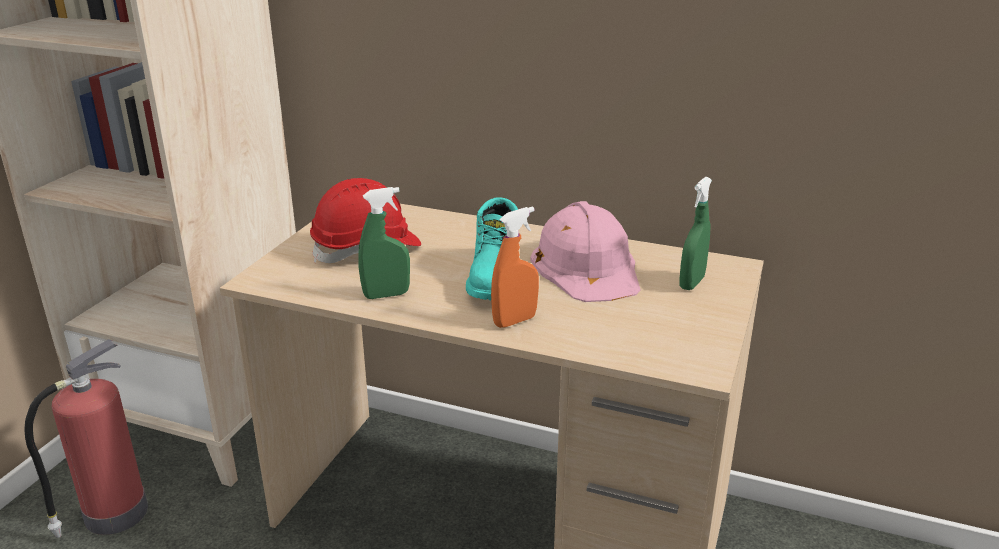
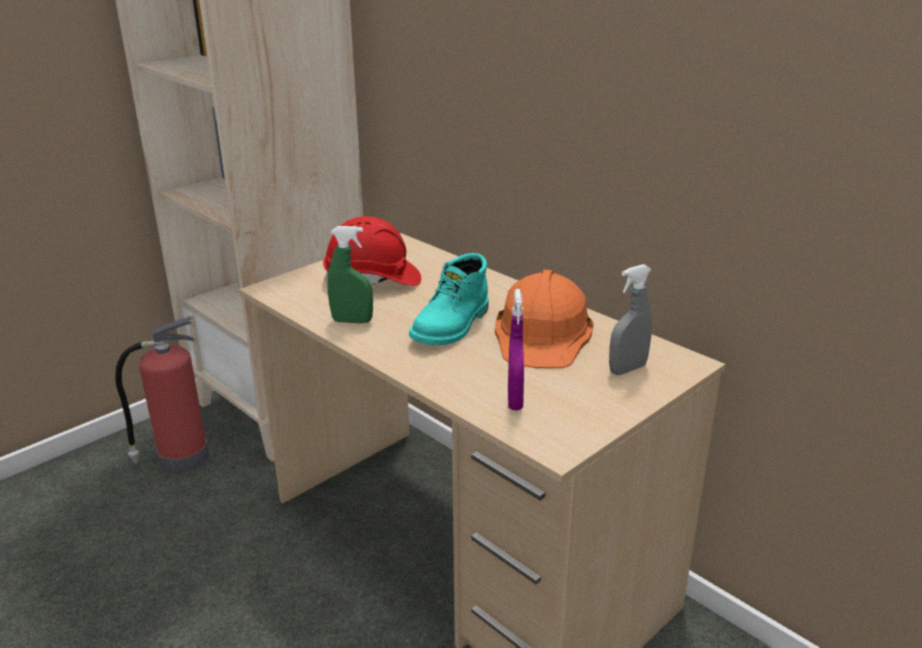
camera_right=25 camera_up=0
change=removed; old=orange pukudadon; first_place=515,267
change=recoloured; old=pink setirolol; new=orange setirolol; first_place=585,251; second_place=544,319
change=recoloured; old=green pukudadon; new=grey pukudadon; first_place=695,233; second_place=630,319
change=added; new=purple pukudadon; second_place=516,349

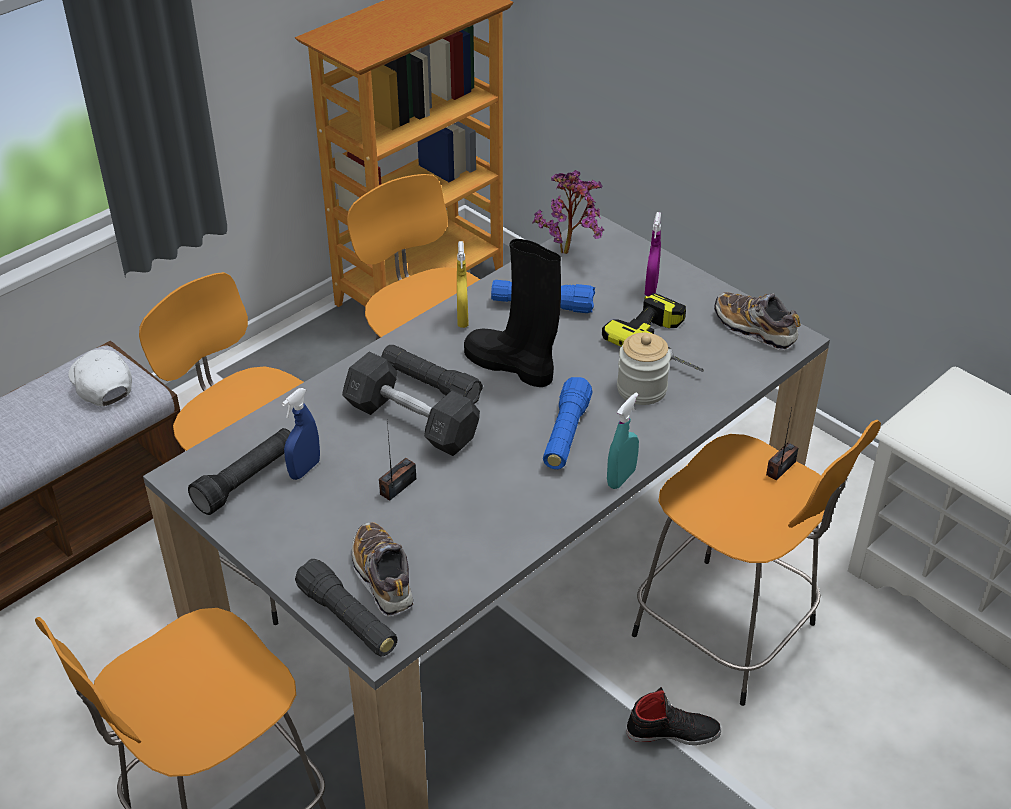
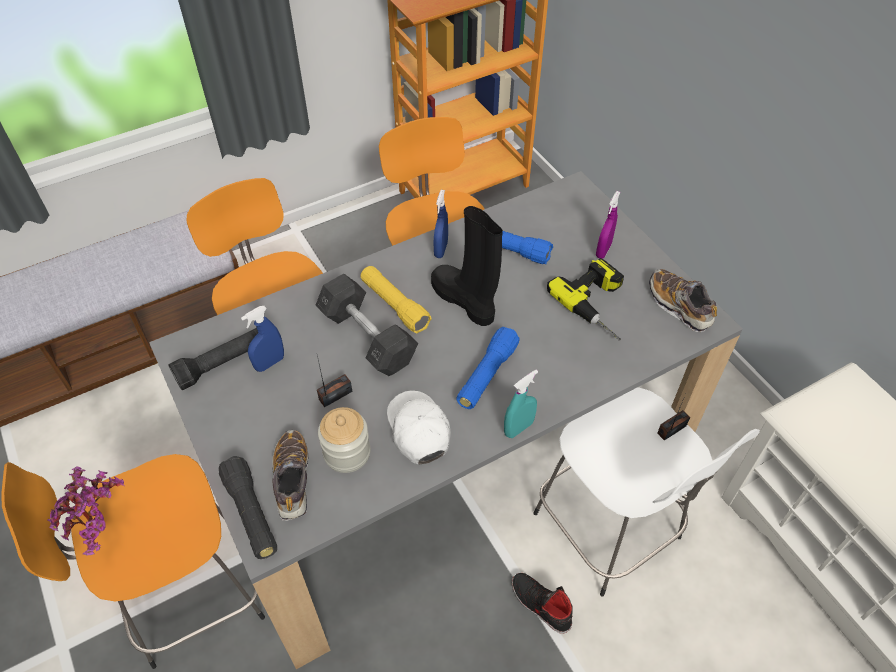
camera_right=15 camera_up=10
change=moved; old=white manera; first_place=100,377; second_place=419,427
change=recoloured; old=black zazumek; new=yellow zazumek; first_place=432,374; second_place=396,299
change=recoloured; old=yellow pukudadon; new=blue pukudadon; first_place=463,284; second_place=441,224
change=moved; old=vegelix; first_place=568,212; second_place=86,510
change=moved; old=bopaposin; first_place=644,369; second_place=344,440
change=turned; old=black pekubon; first_place=673,716; second_place=542,603; degrees=-150
change=recoloured; old=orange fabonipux; new=white fabonipux; first_place=756,563; second_place=646,492

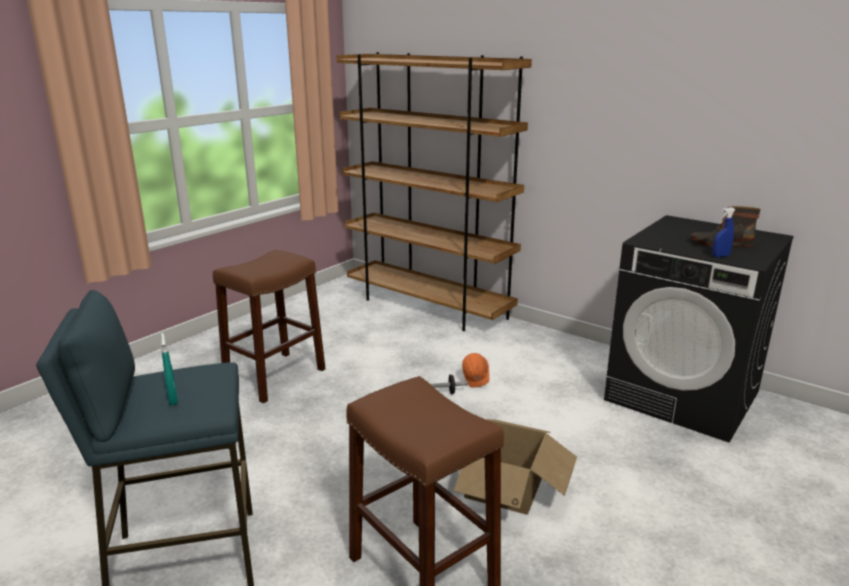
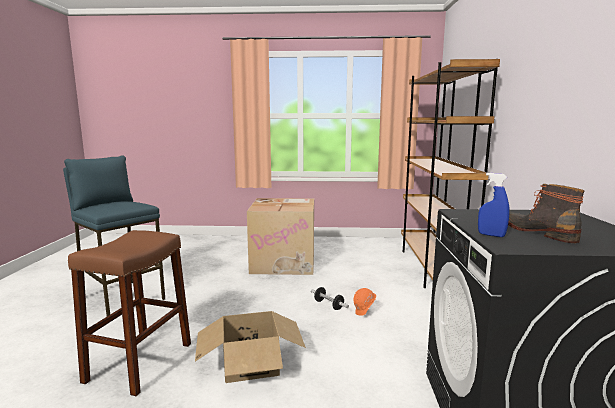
camera_right=55 camera_up=-10
change=removed; old=turquoise pukudadon; first_place=169,369
change=replaced; old=brown fabonipux; new=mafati; first_place=269,326; second_place=280,236

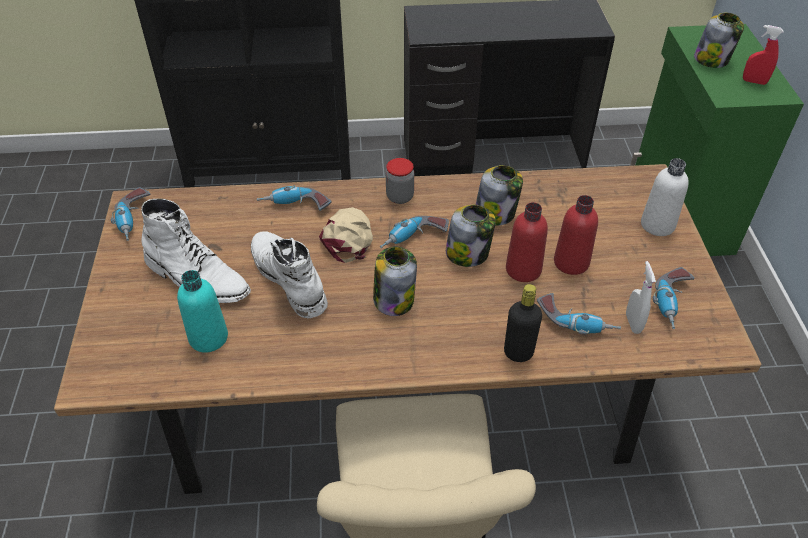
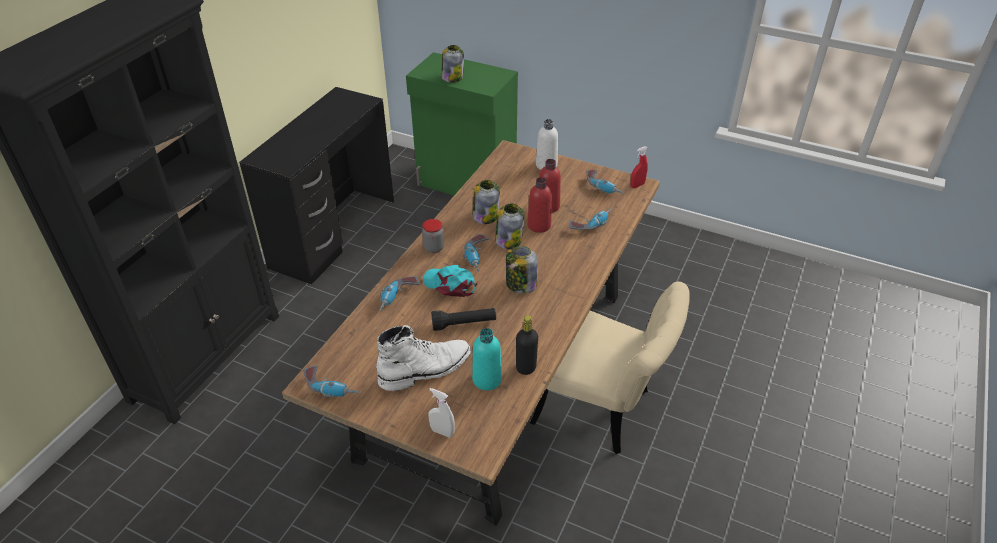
camera_right=-60 camera_up=-5
change=replaced; old=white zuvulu; new=black zazumek; first_place=289,274; second_place=463,319
change=recoloured; old=beige manera; new=turquoise manera; first_place=346,235; second_place=450,281
change=moved; old=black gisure; first_place=523,323; second_place=527,345
change=moved; old=white pukudadon; first_place=641,297; second_place=442,412
change=moved; old=red pukudadon; first_place=763,55; second_place=639,167

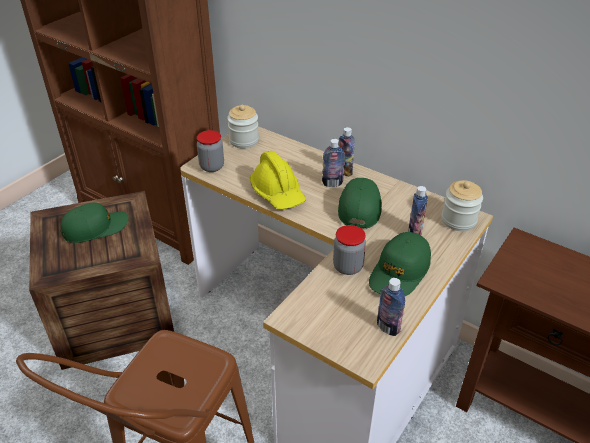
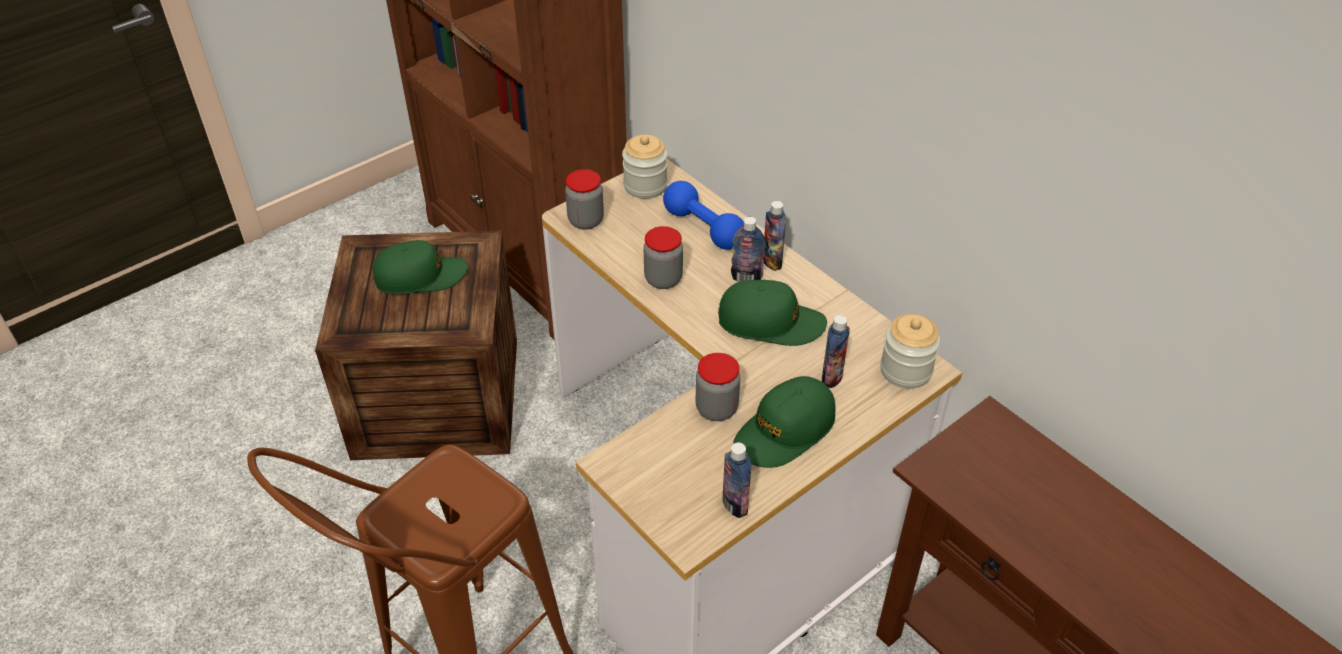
camera_right=15 camera_up=5
change=replaced; old=yellow setirolol; new=bopaposin; first_place=278,180; second_place=663,257
change=turned; old=green manera; first_place=360,203; second_place=772,313; degrees=75
change=added; new=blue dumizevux; second_place=703,215

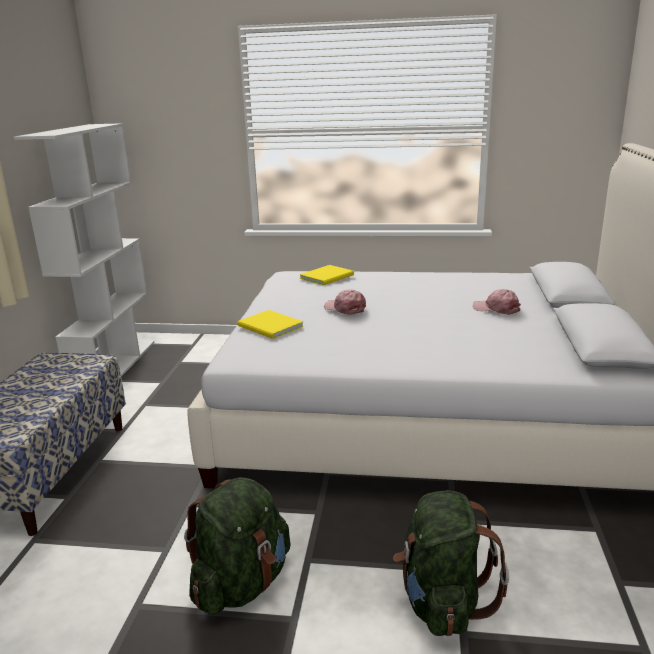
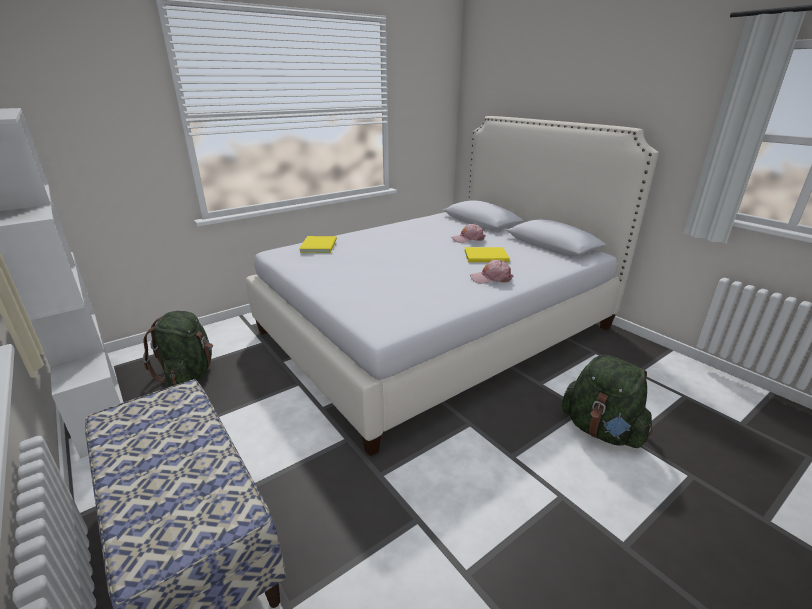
camera_right=-45 camera_up=5
change=moved; old=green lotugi; first_place=237,546; second_place=178,349
change=moved; old=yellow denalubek; first_place=270,324; second_place=487,254
change=moved; old=pink manera; first_place=345,302; second_place=491,272

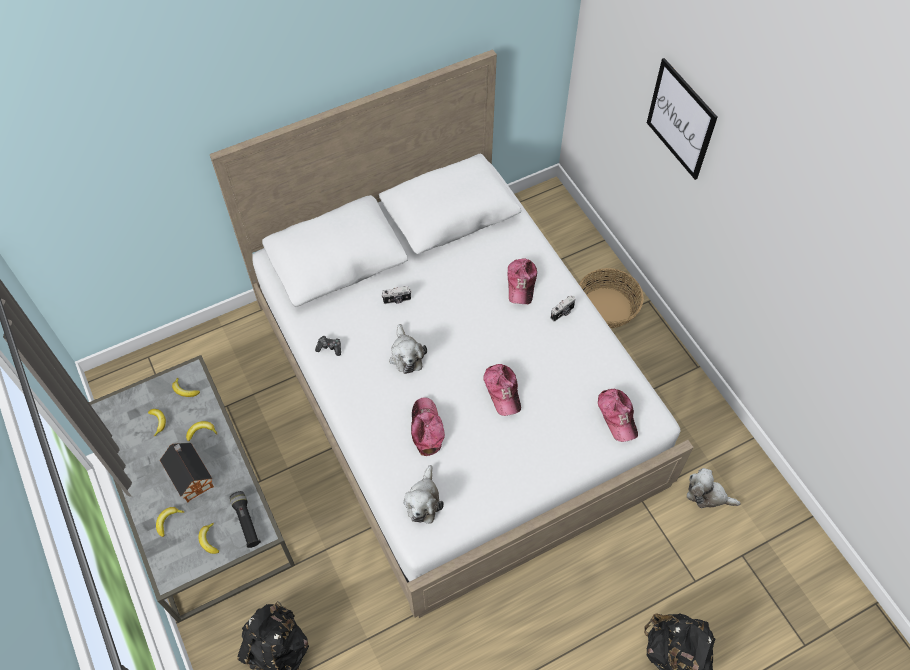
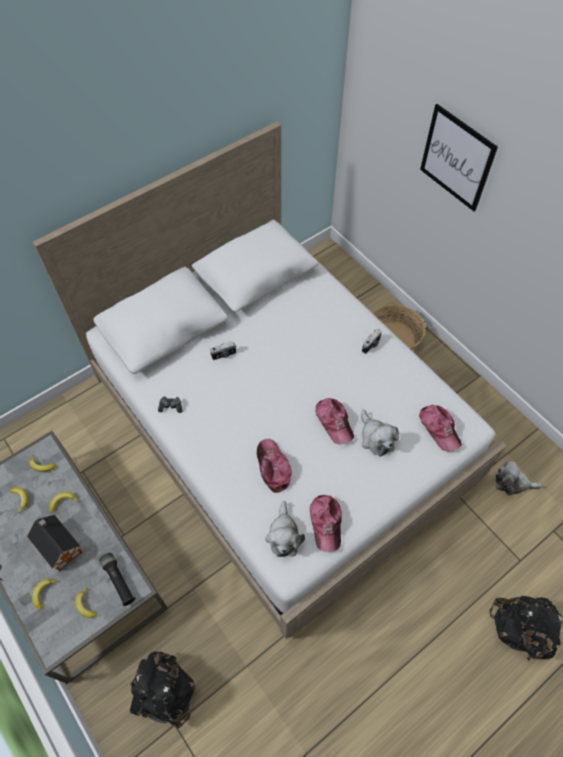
camera_right=-10 camera_up=0
change=moved; old=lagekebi; first_place=408,349; second_place=380,433
change=moved; old=manera; first_place=522,281; second_place=325,523

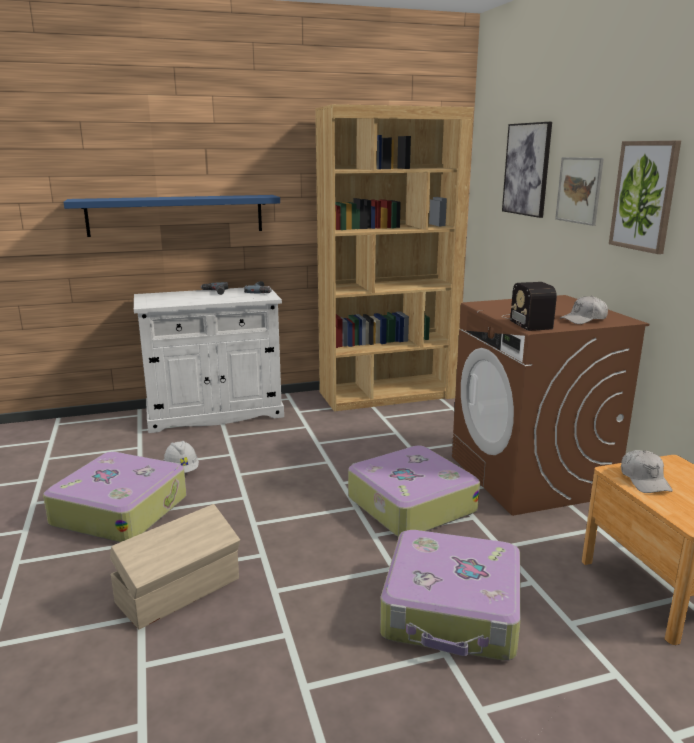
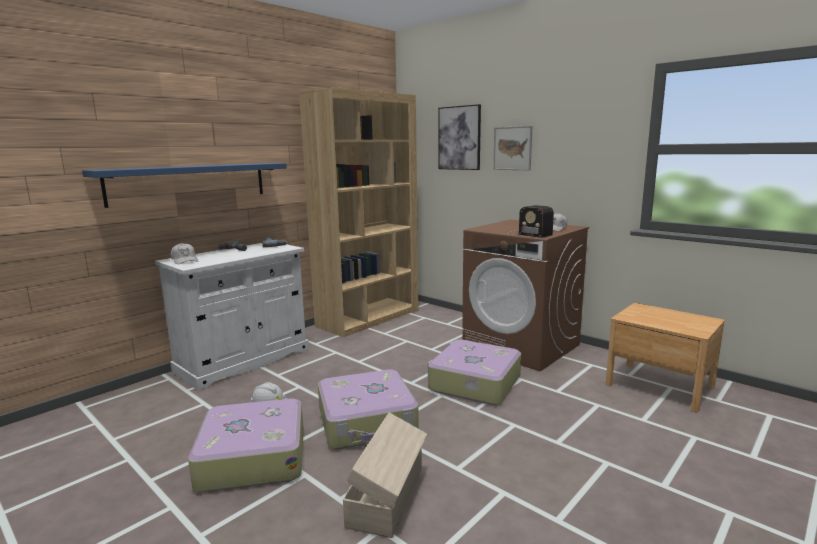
camera_right=-30 camera_up=-5
change=moved; old=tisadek; first_place=450,595; second_place=368,409
change=removed; old=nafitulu; first_place=645,197
change=moved; old=white manera; first_place=647,471; second_place=184,253

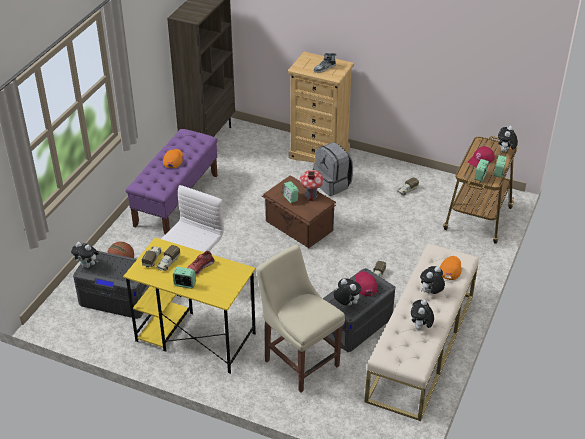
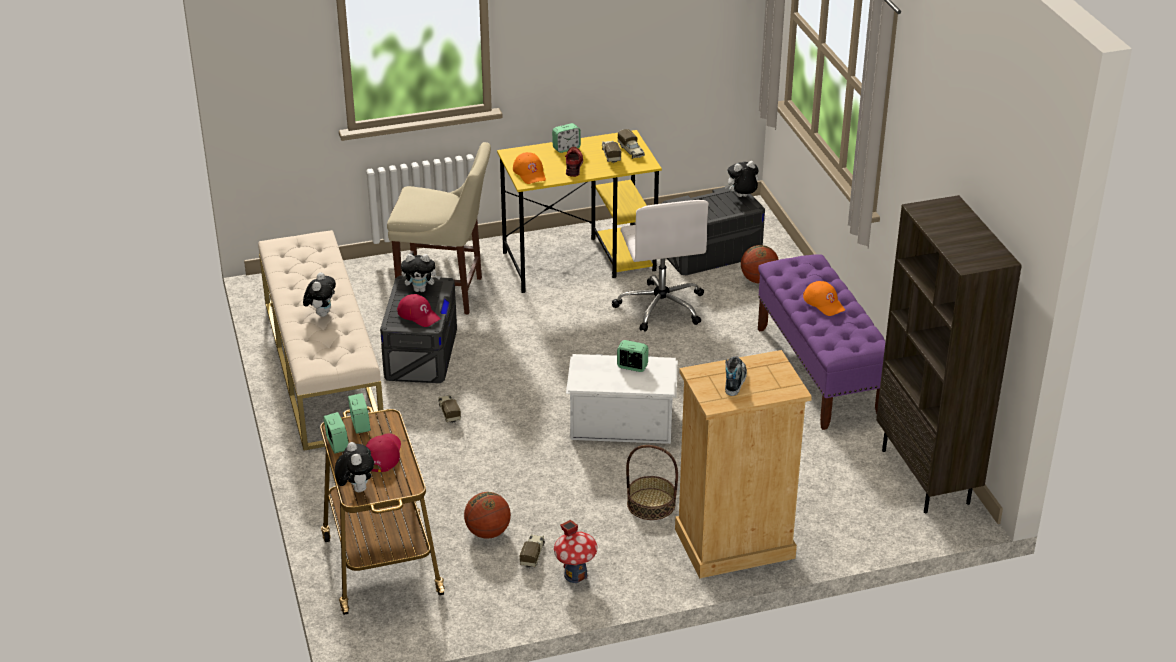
camera_right=140 camera_up=-5
change=recoloured; old=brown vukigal; new=white vukigal; first_place=299,211; second_place=622,399
change=moved; old=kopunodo; first_place=312,185; second_place=575,551
change=replaced; old=grey lotugi; new=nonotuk; first_place=333,169; second_place=652,482
change=removed; old=lagekebi; first_place=422,314
change=moved; old=orange manera; first_place=450,268; second_place=529,168
change=added; new=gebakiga; second_place=487,515

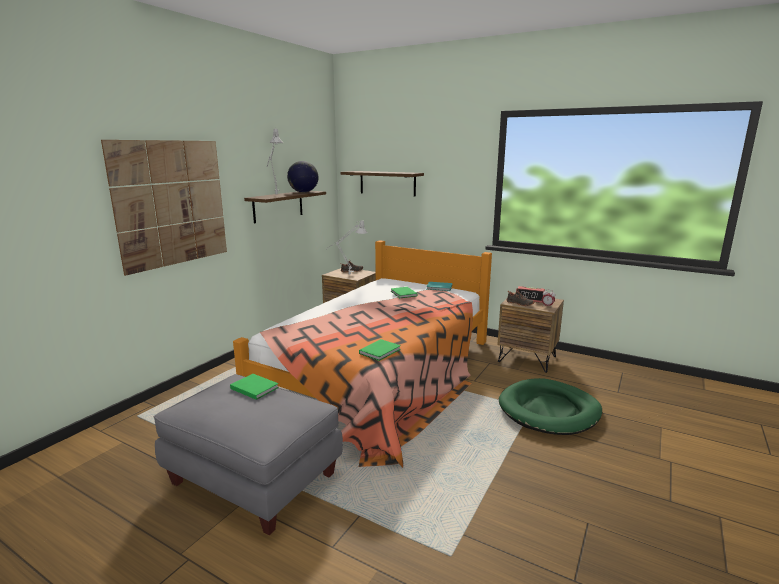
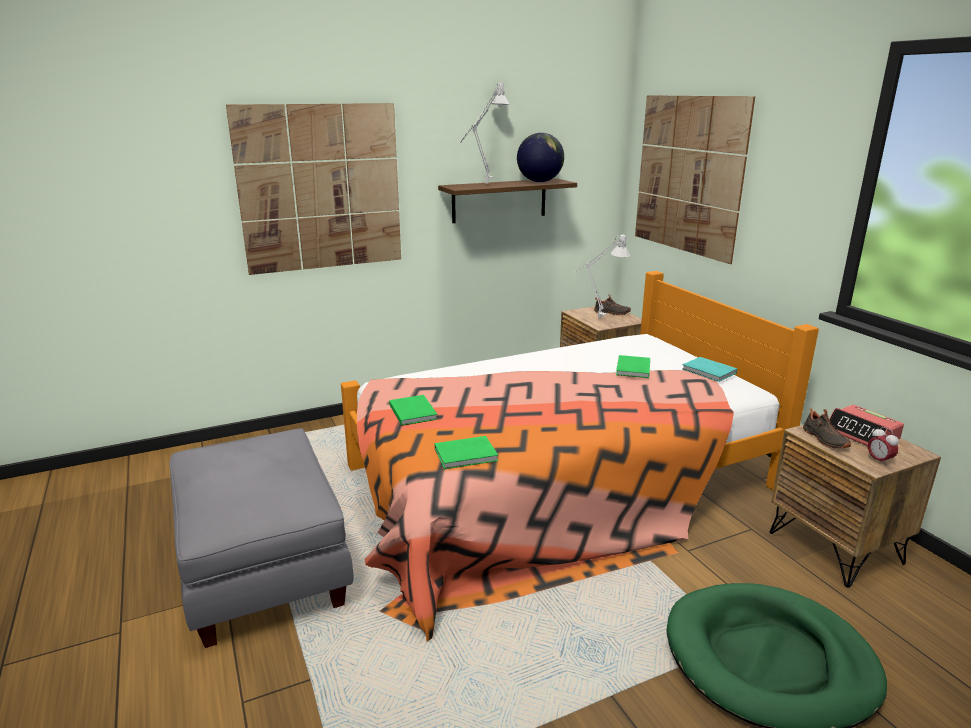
camera_right=35 camera_up=5
change=moved; old=green denalubek; first_place=254,387; second_place=413,410
change=replaced; old=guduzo; new=nafitulu; first_place=382,184; second_place=695,179

